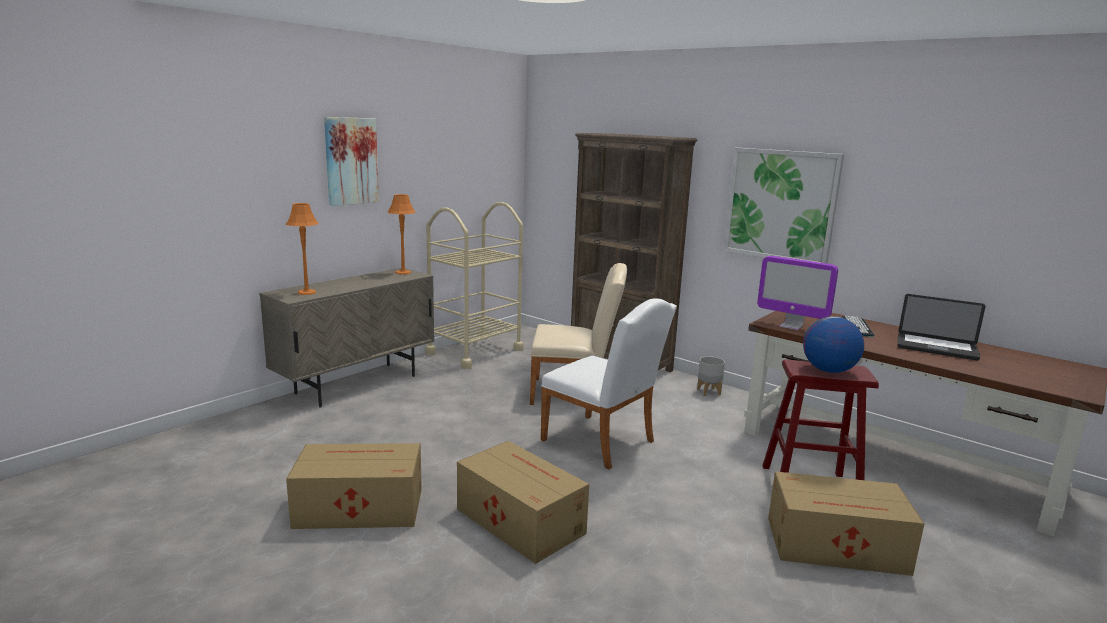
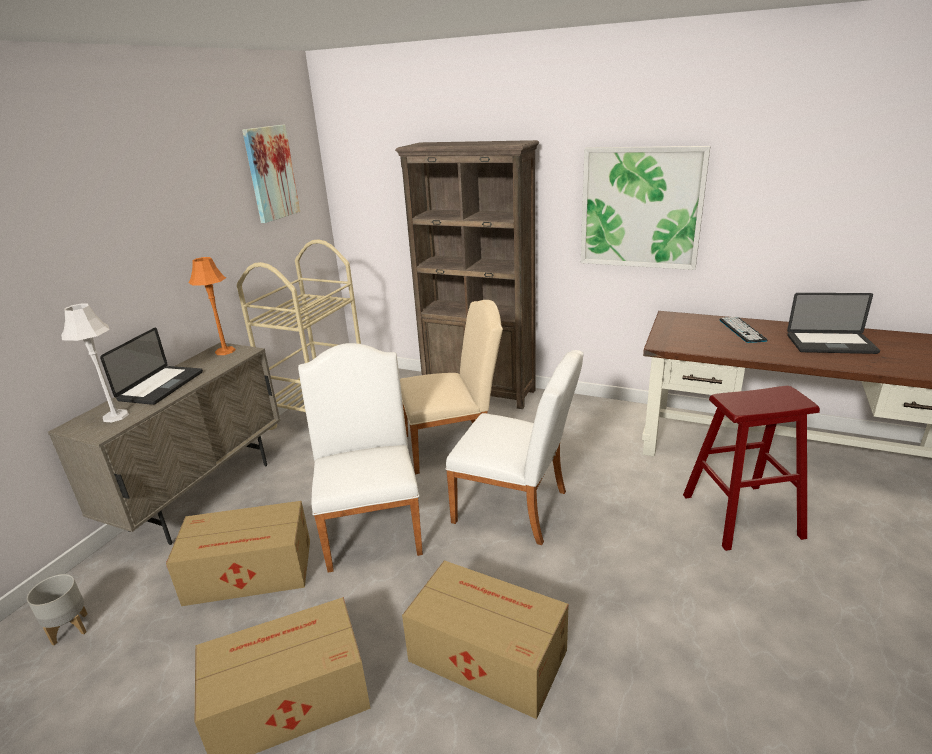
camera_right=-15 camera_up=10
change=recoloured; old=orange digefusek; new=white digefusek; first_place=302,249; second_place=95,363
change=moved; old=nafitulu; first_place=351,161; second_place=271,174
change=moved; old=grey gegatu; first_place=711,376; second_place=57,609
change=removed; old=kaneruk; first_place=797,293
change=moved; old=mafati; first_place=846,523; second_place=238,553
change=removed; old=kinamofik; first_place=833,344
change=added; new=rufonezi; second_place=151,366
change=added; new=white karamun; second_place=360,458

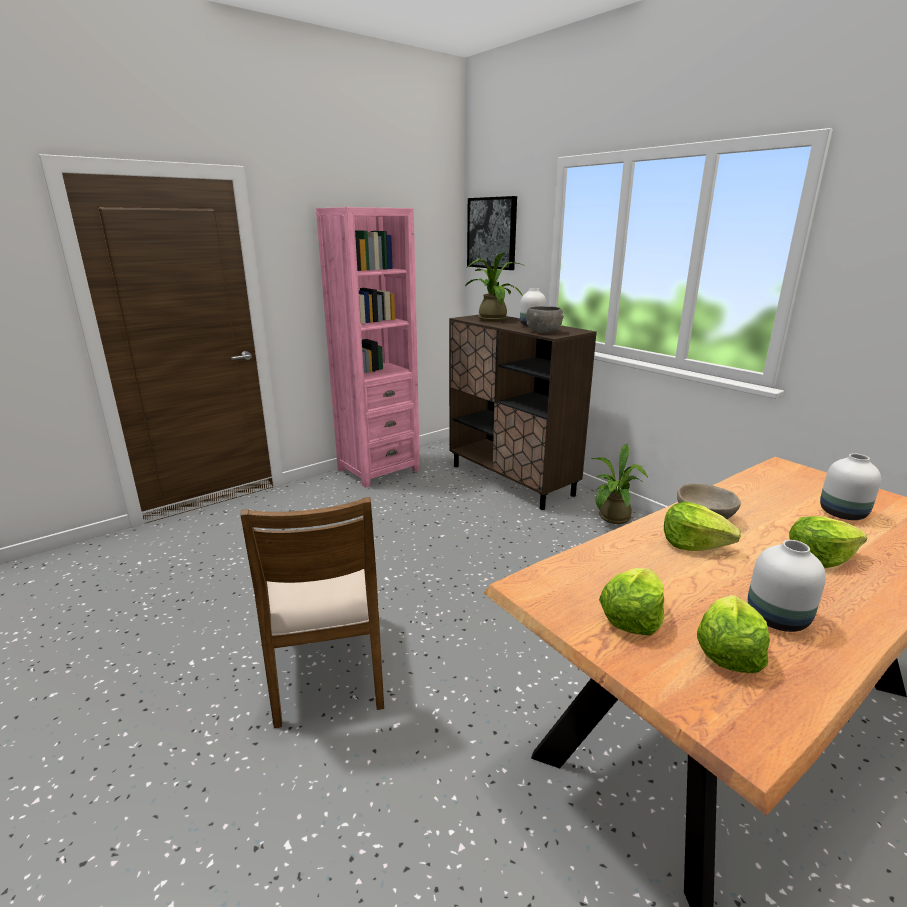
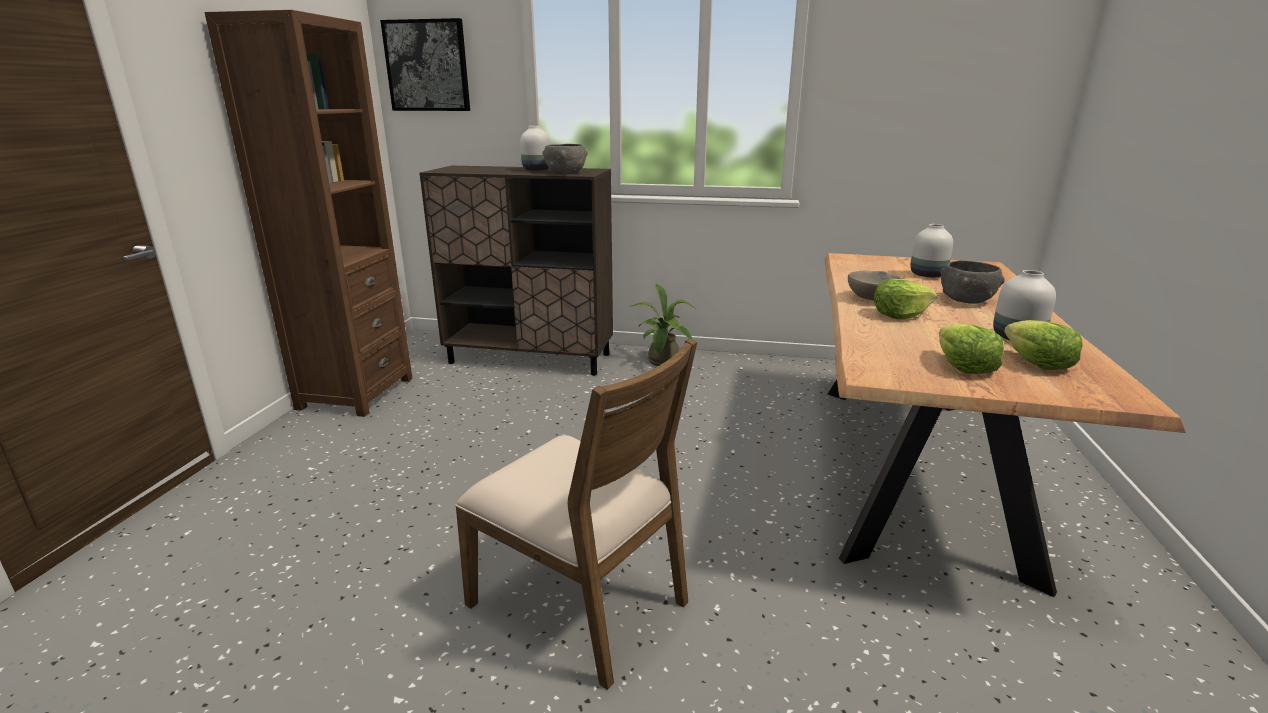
camera_right=-40 camera_up=0
change=recoloured; old=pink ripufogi; new=brown ripufogi; first_place=368,347; second_place=309,213
change=removed; old=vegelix; first_place=494,287
change=replaced; old=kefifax; new=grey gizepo; first_place=828,542; second_place=972,282

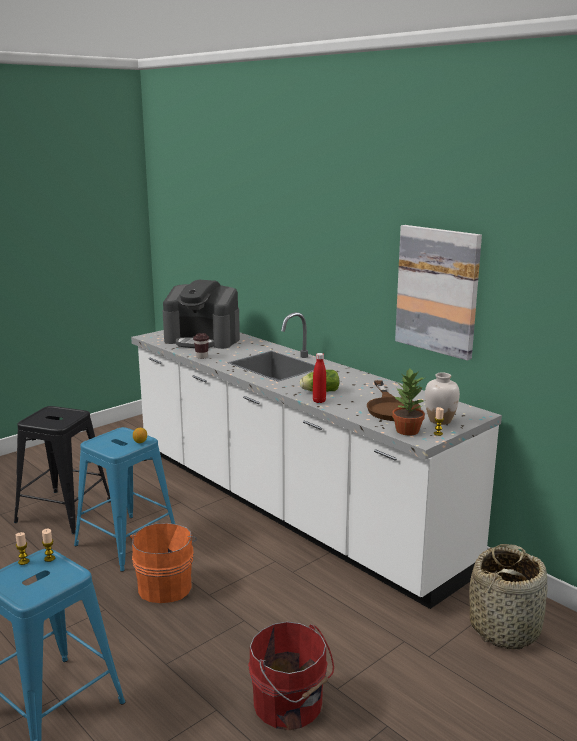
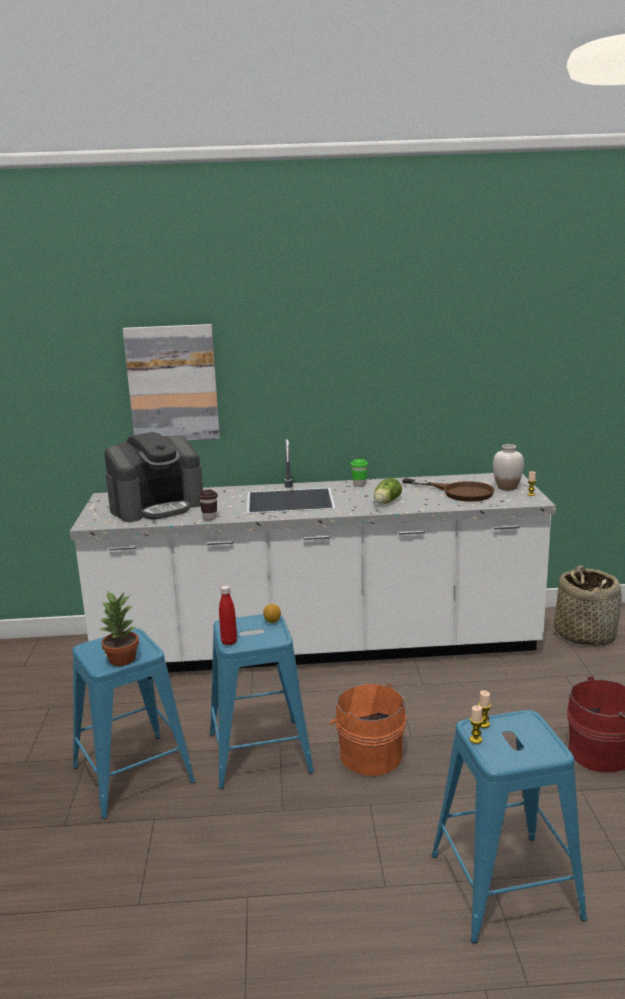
camera_right=-50 camera_up=0
change=recoloured; old=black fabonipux; new=blue fabonipux; first_place=62,470; second_place=133,723
change=moved; old=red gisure; first_place=319,378; second_place=228,615
change=moved; old=vegelix; first_place=409,402; second_place=119,628
change=moved; old=nafitulu; first_place=438,293; second_place=171,382
change=added; new=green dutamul; second_place=359,473

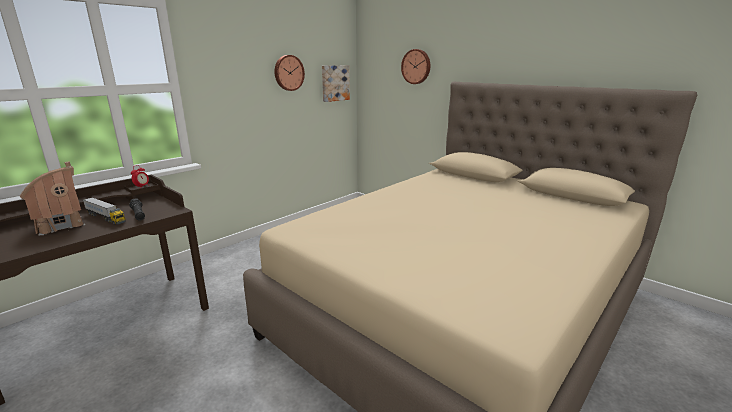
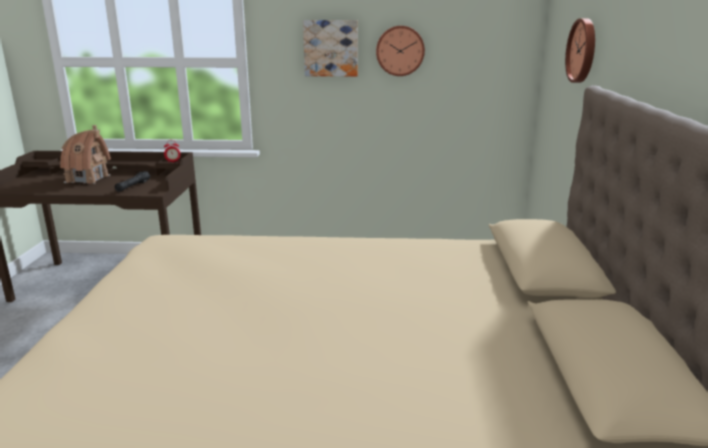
camera_right=50 camera_up=0
change=removed; old=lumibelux; first_place=104,211
change=moved; old=nafitulu; first_place=336,83; second_place=330,48

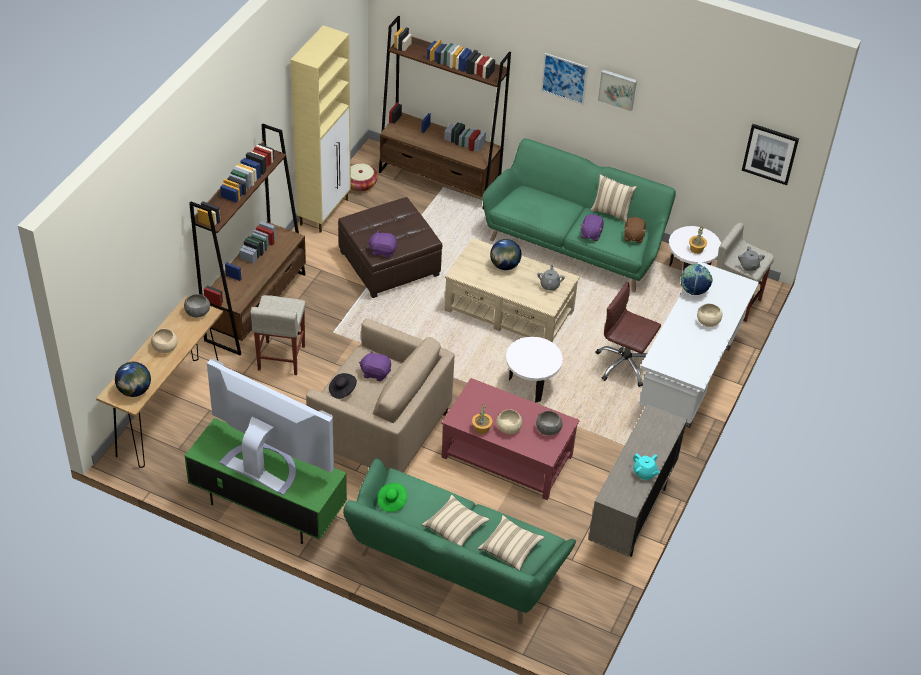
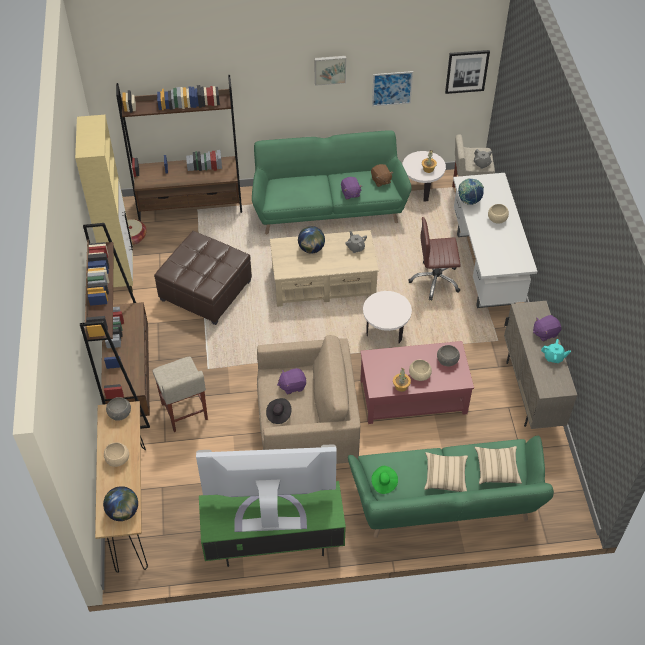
camera_right=-30 camera_up=5
change=moved; old=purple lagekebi; first_place=382,244; second_place=547,328
change=moved; old=nafitulu; first_place=564,79; second_place=392,88
change=removed; old=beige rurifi; first_place=613,198

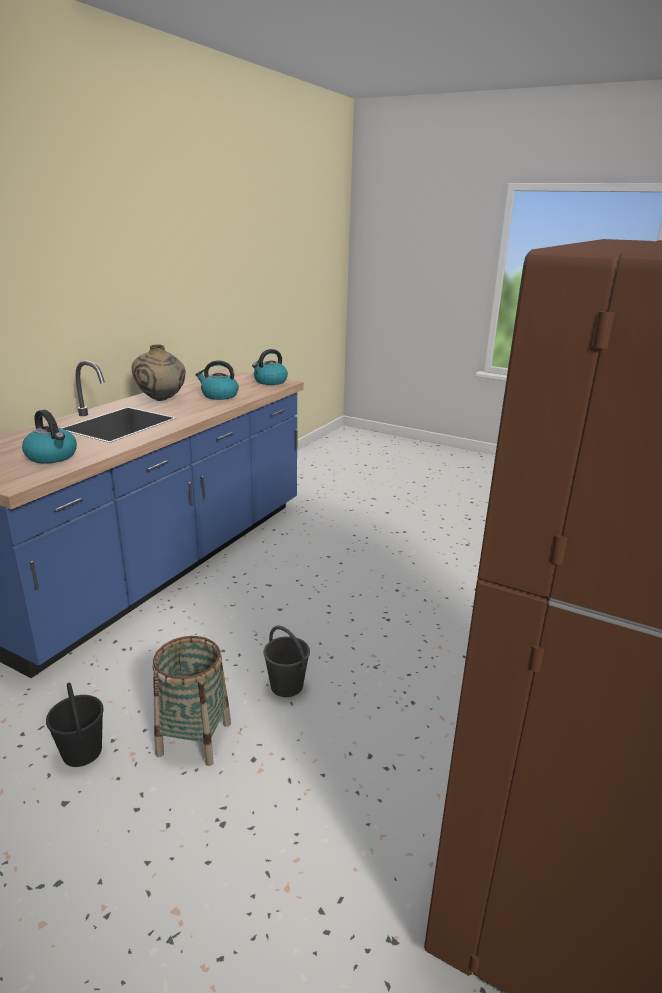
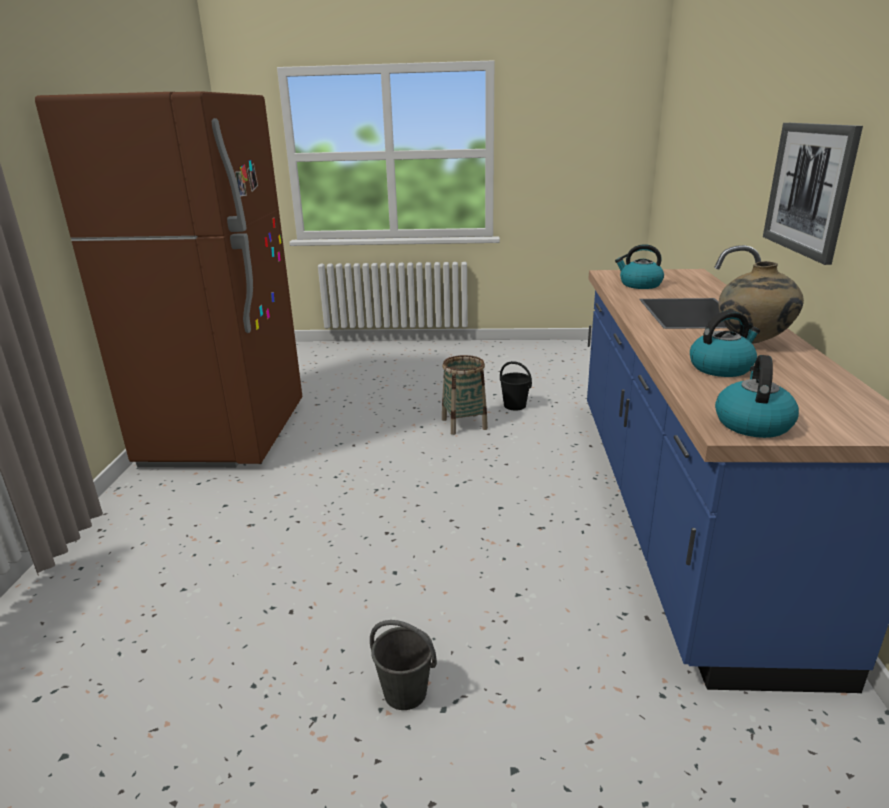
camera_right=155 camera_up=0
change=moved; old=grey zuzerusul; first_place=286,661; second_place=403,665
change=added; new=nafitulu; second_place=813,194

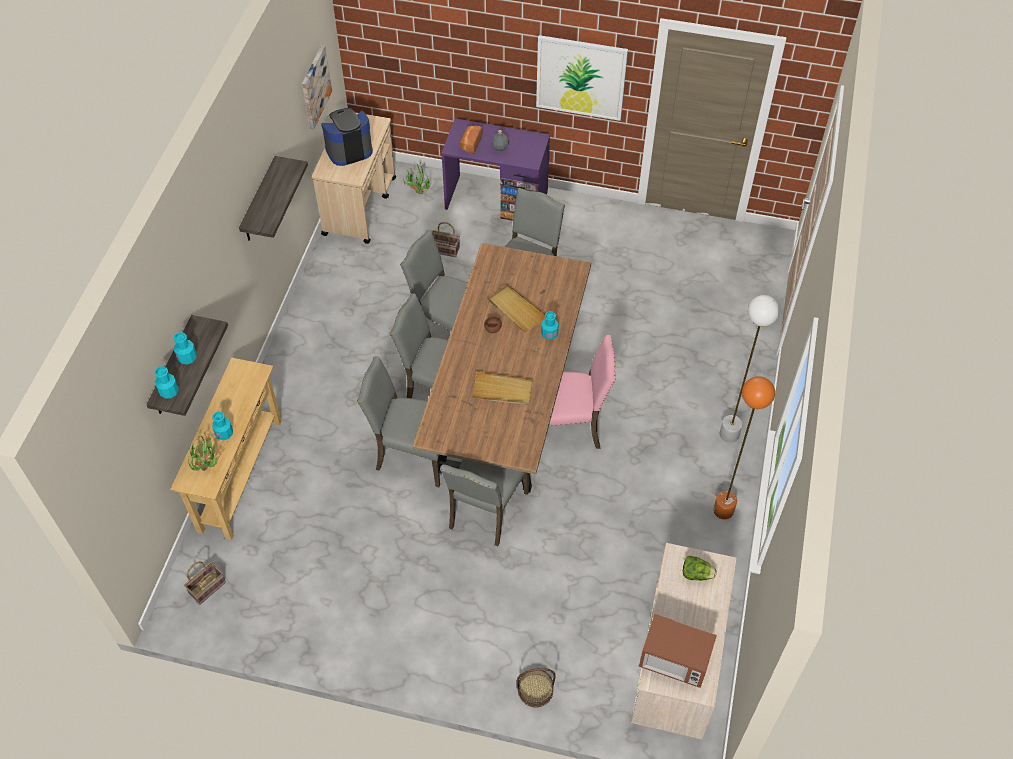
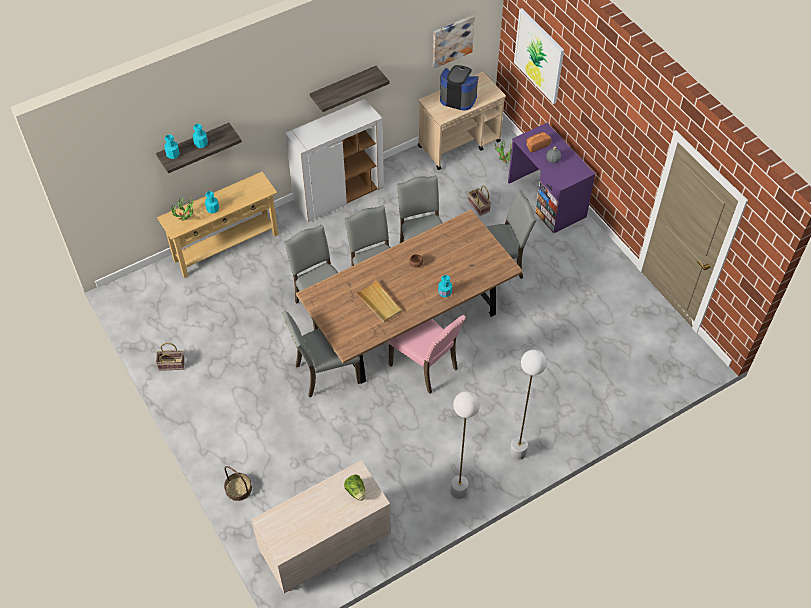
camera_right=45 camera_up=0
change=moved; old=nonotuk; first_place=205,583; second_place=170,357
change=removed; old=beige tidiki; first_place=516,308
change=moved; old=nafitulu; first_place=582,78; second_place=539,56
change=removed; old=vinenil; first_place=678,651
change=recoloured; old=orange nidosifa; new=white nidosifa; first_place=744,447; second_place=465,445
change=added; new=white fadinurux; second_place=334,160

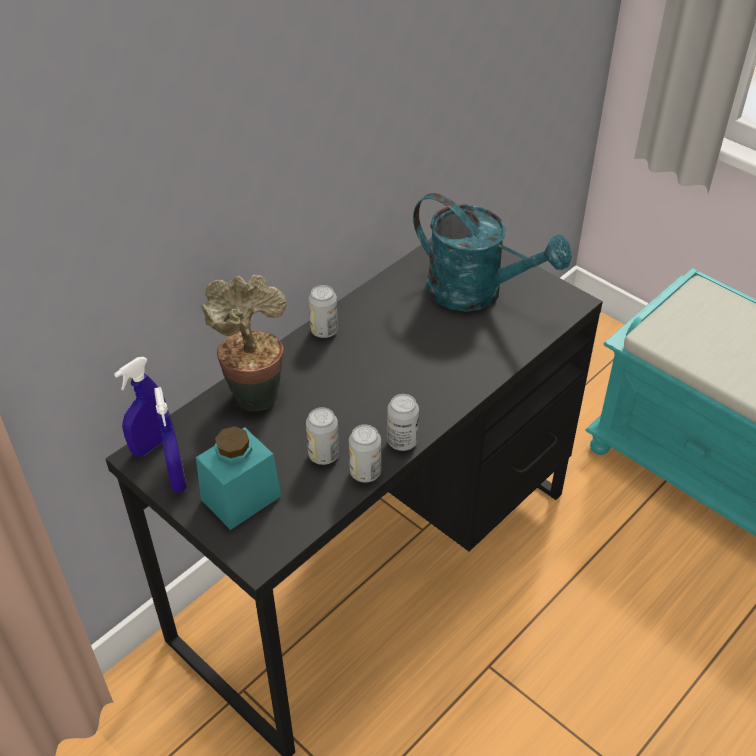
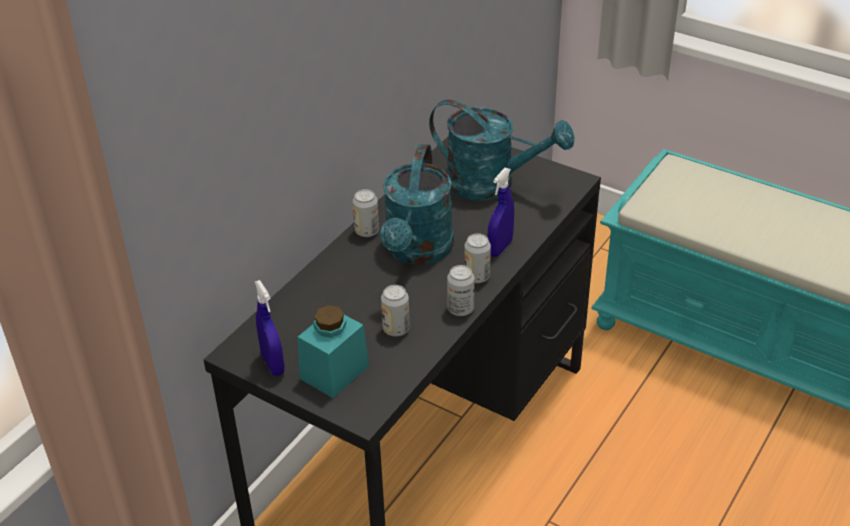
camera_right=-10 camera_up=-5
change=moved; old=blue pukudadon; first_place=140,407; second_place=500,212
change=removed; old=vegelix; first_place=244,343
change=moved; old=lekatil; first_place=365,453; second_place=477,258
change=added; new=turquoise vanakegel; second_place=417,204

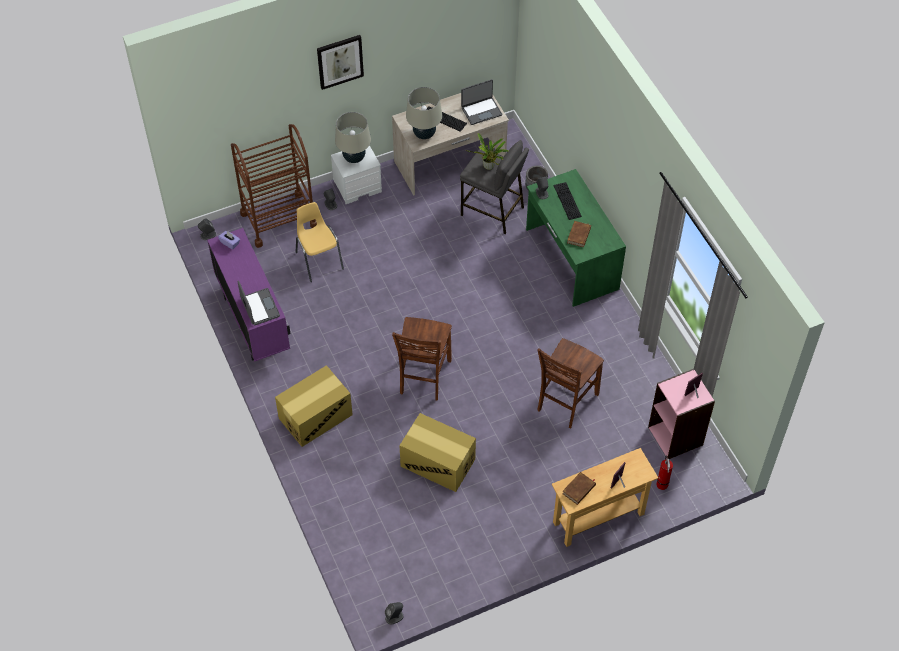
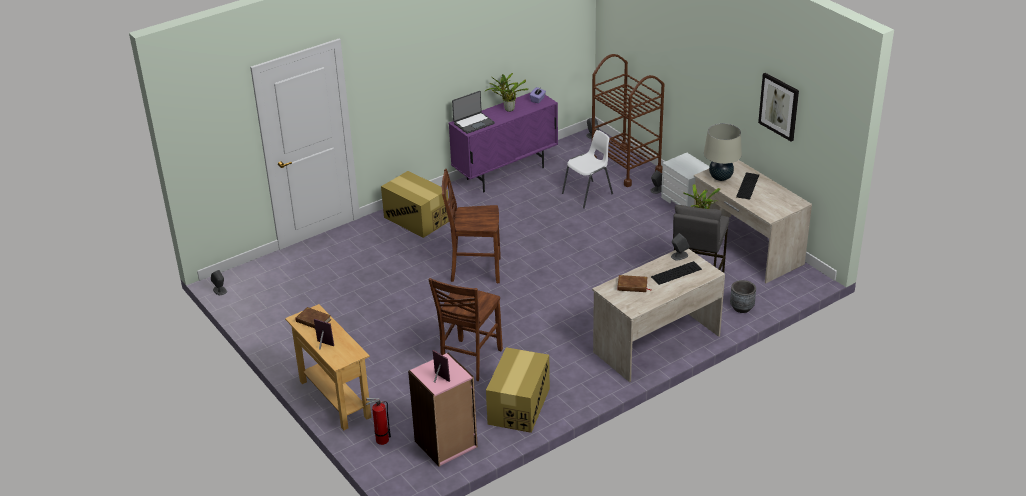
camera_right=80 camera_up=-20
change=recoloured; old=yellow karamun; new=white karamun; first_place=320,242; second_place=587,169
change=moved; old=nafitulu; first_place=340,62; second_place=778,107
change=removed; old=beige digefusek; first_place=353,137
change=moved; old=mafati; first_place=437,452; second_place=518,390
change=removed; old=rufonezi; first_place=481,102
change=recoloured; old=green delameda; new=beige delameda; first_place=576,238; second_place=658,315
change=turned; old=brown karamun; first_place=570,383; second_place=465,329; degrees=-90
change=added; new=vegelix; second_place=507,92

